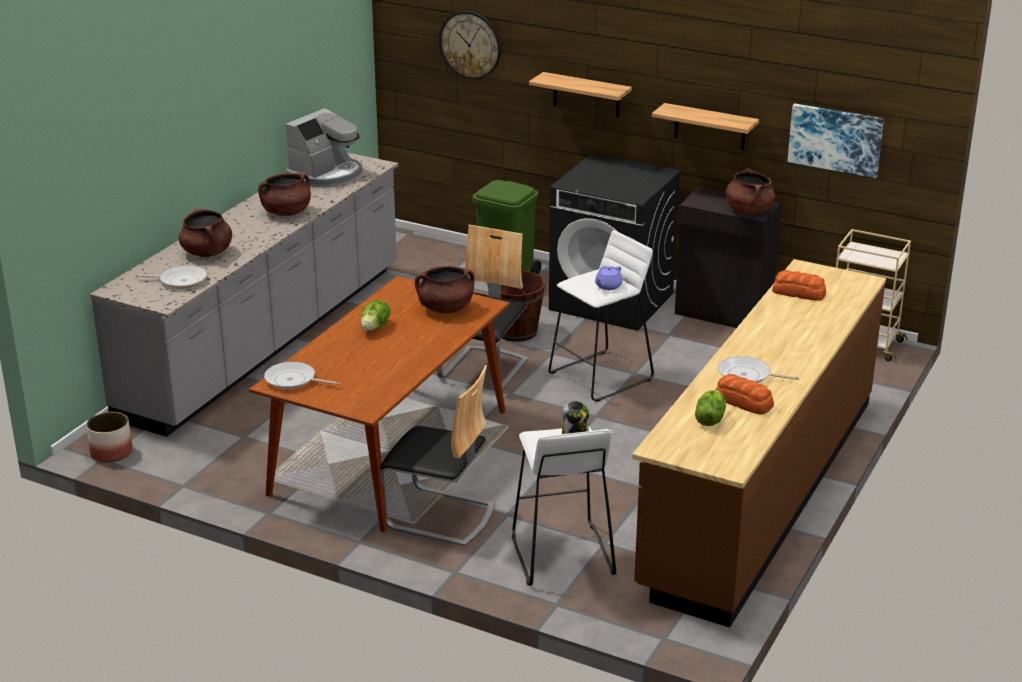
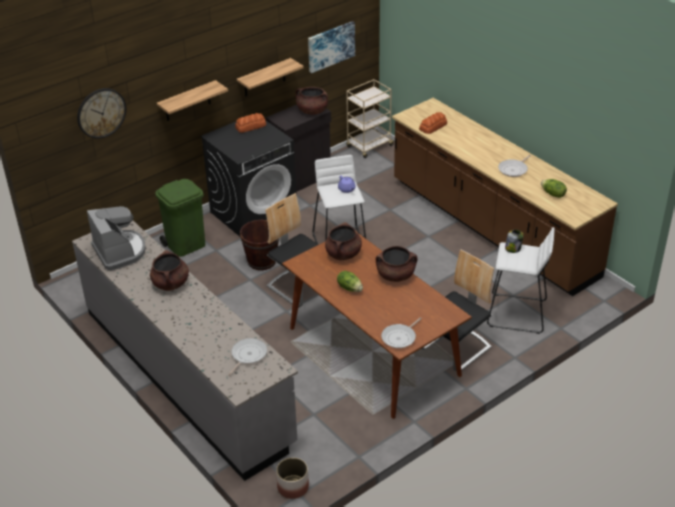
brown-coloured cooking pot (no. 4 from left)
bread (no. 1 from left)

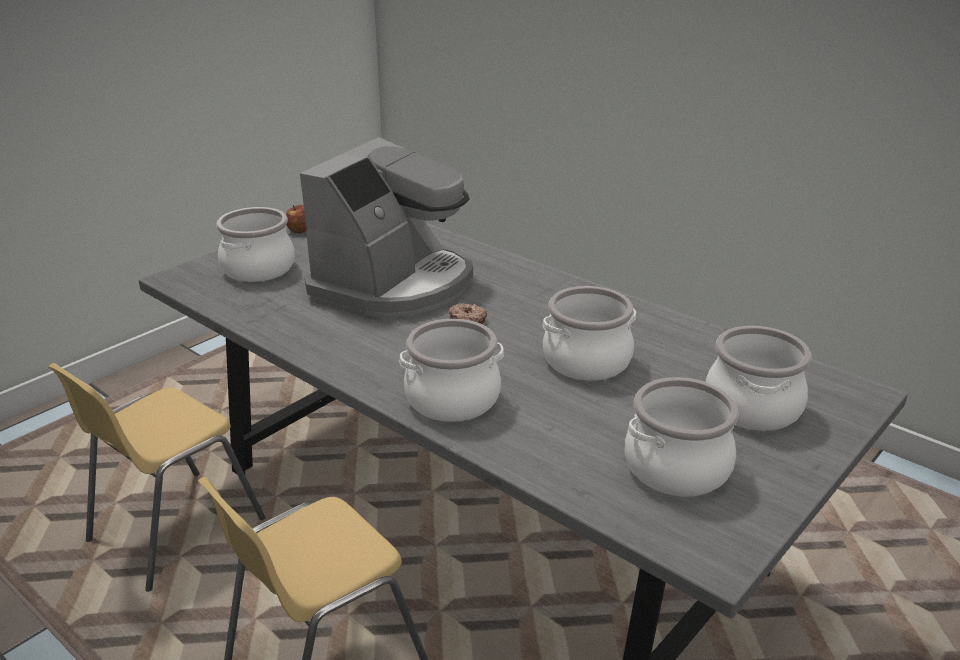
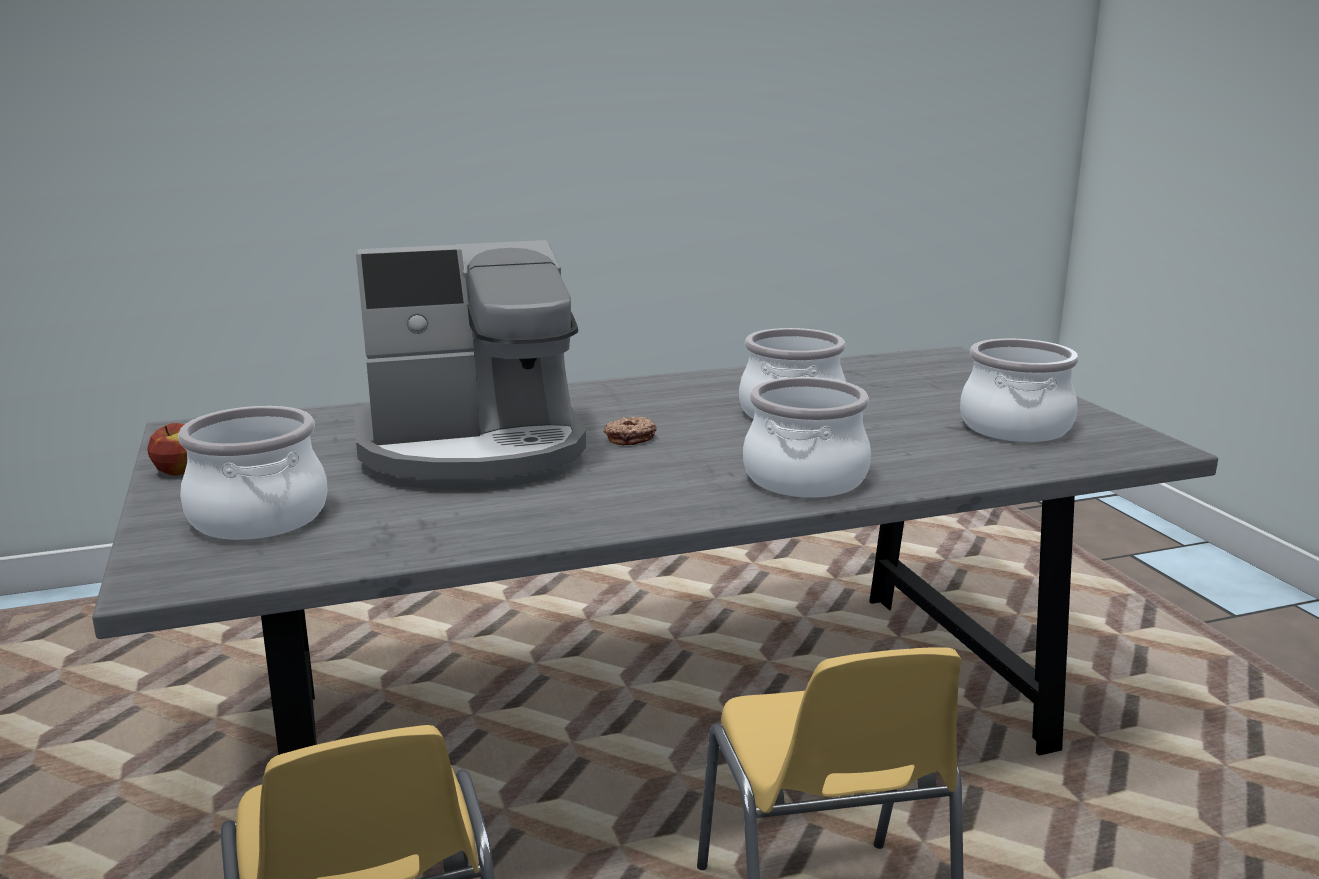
coffee brewer
cooking pot (no. 5 from left in the first image)

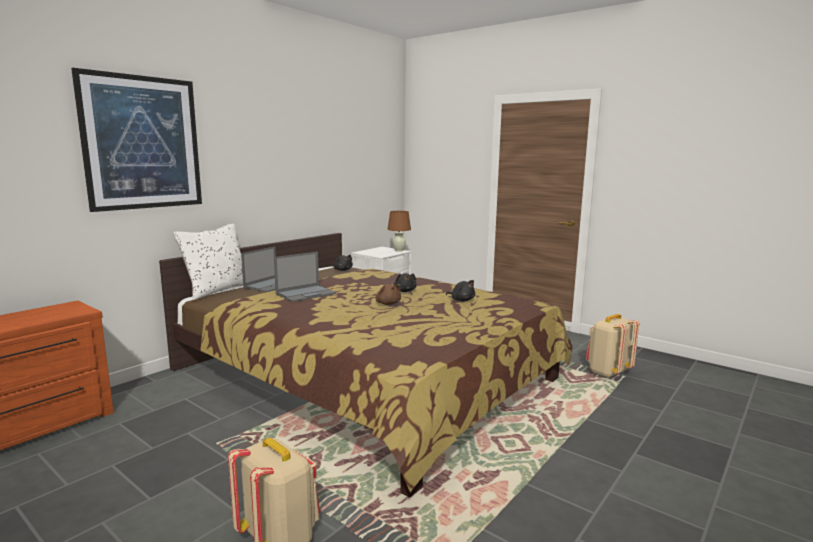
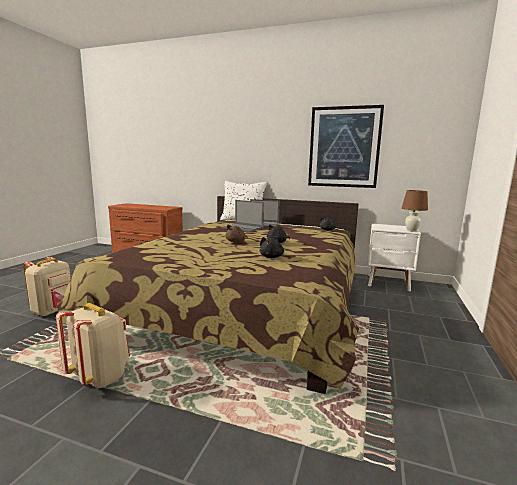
wall art
beige-coloured backpack (no. 2 from left)

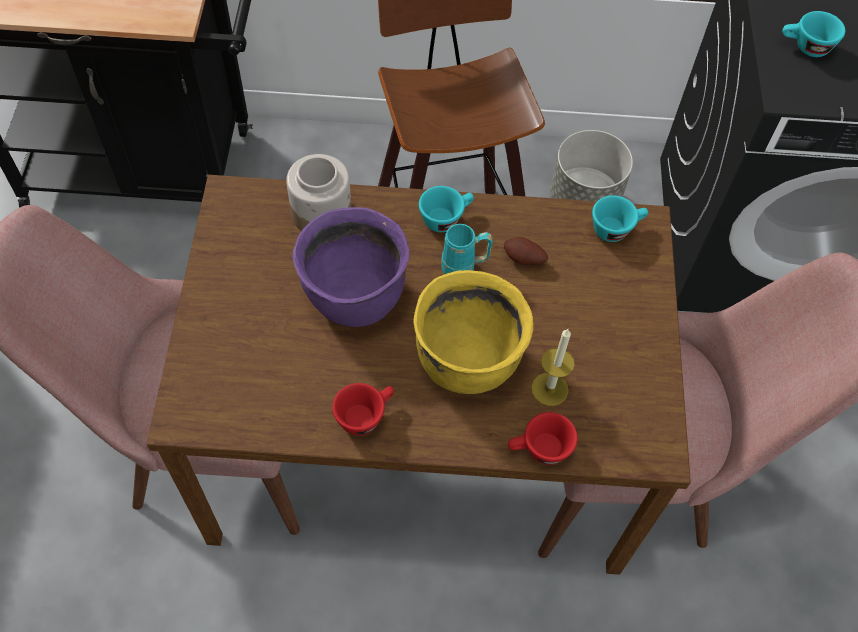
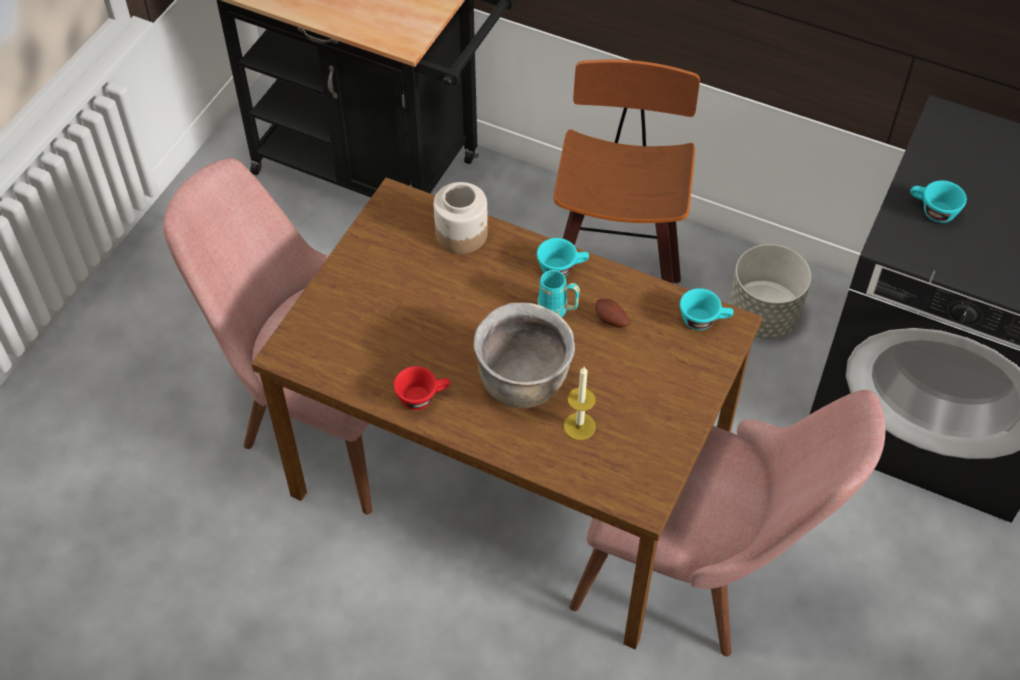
purplish cooking pot
brown-coloured cooking pot
red cup (no. 2 from left in the first image)

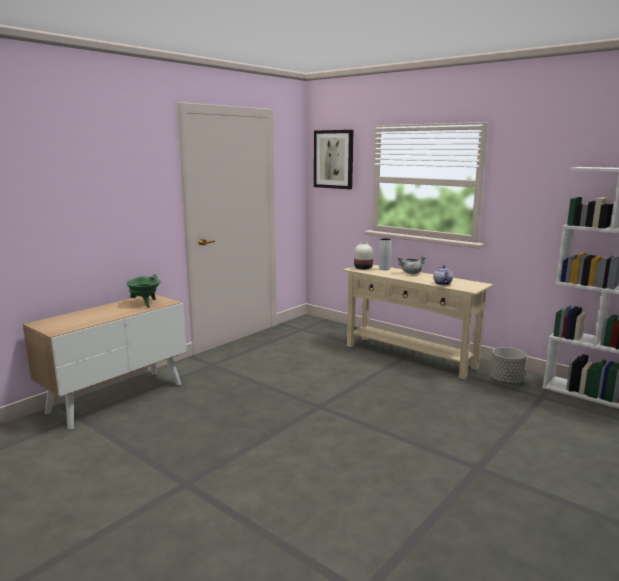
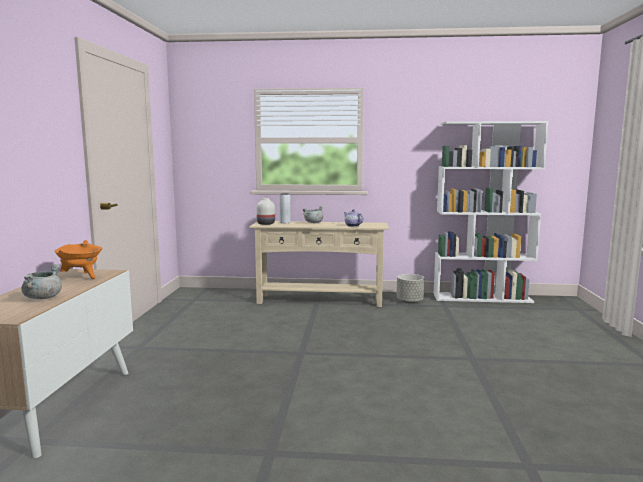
wall art
orangey cooking pot
greyish cooking pot (no. 1 from left)

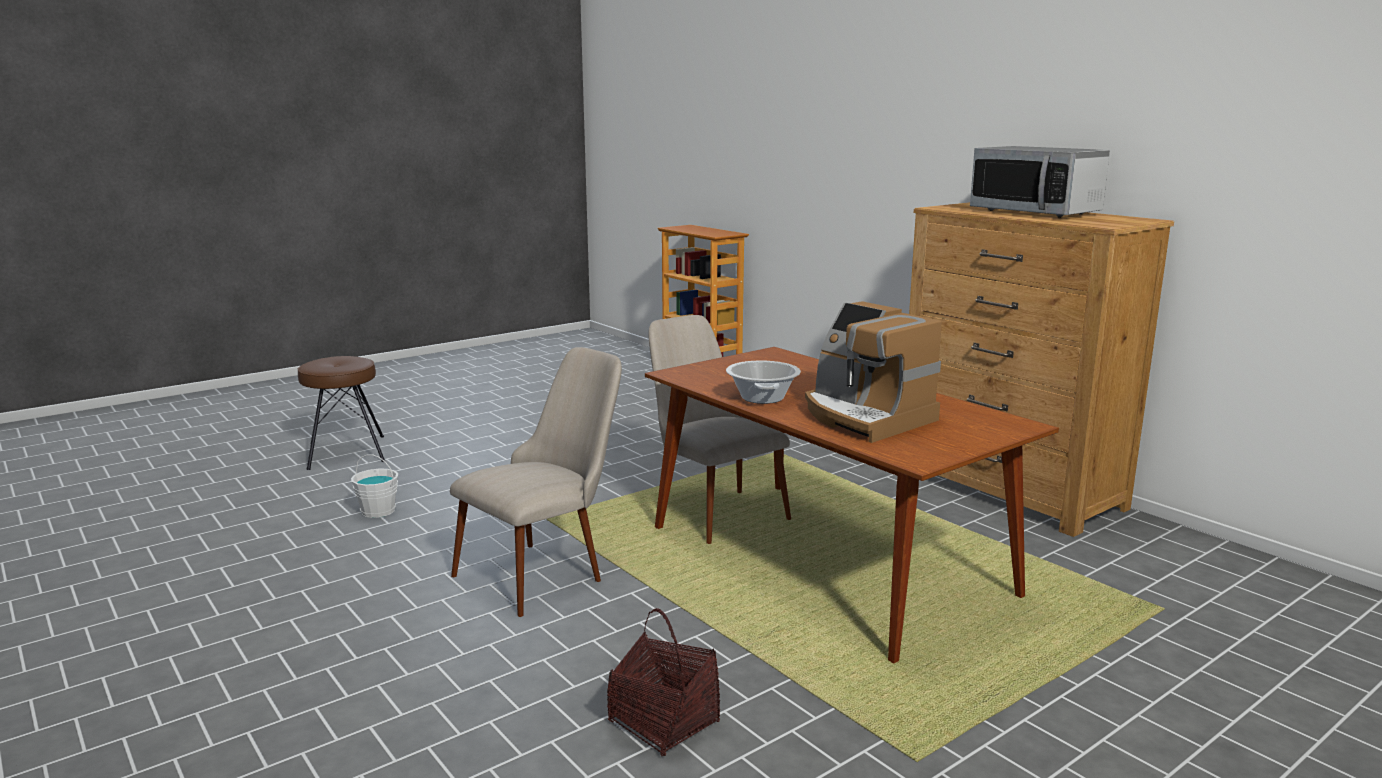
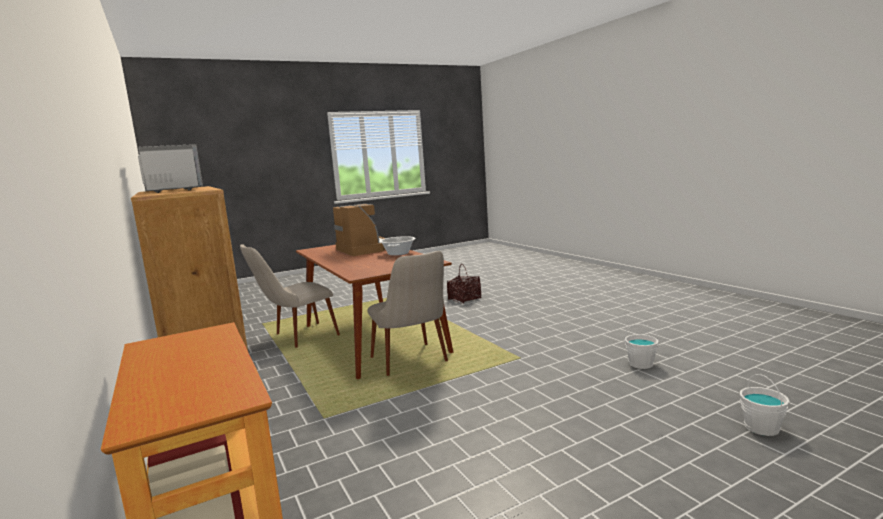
beige-coloured upright chair (no. 1 from left)
white water bucket (no. 2 from left)

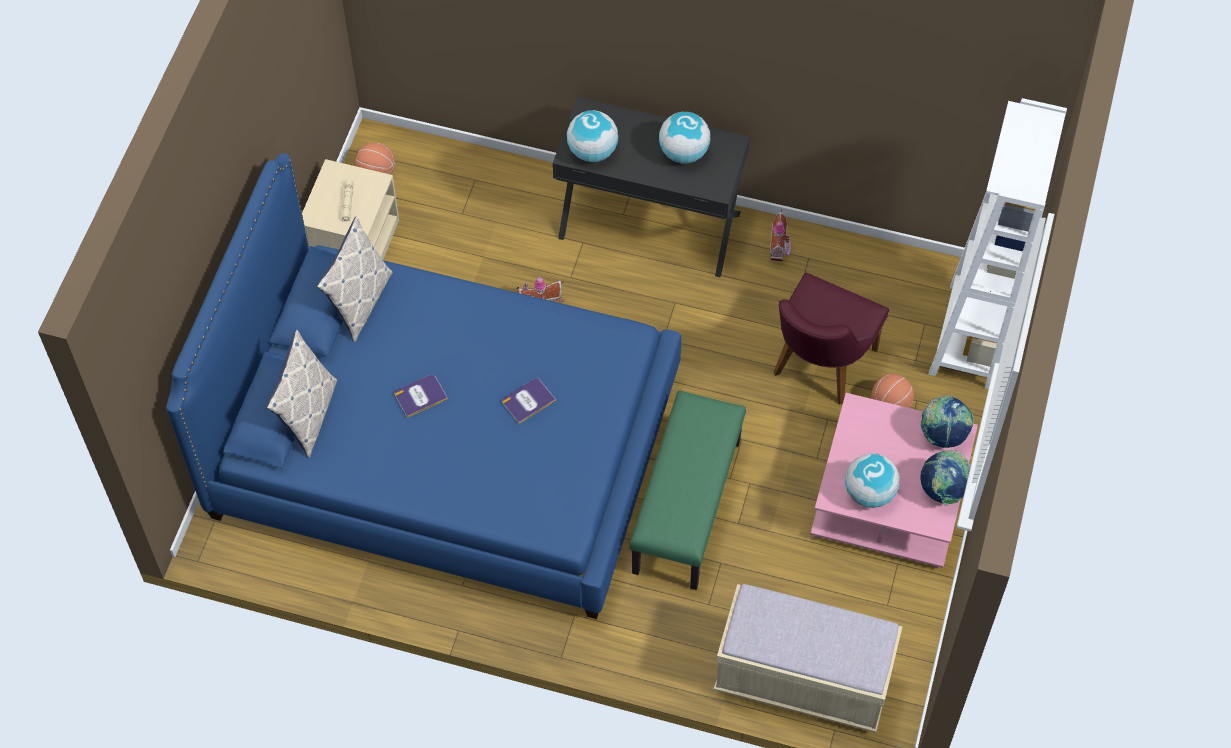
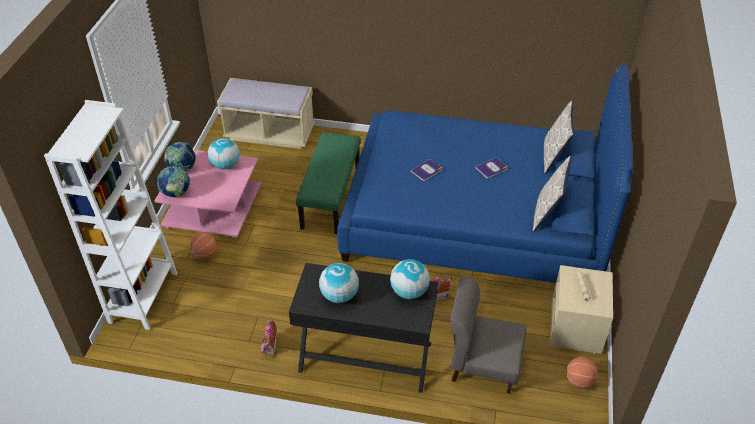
purplish upright chair
greyish upright chair

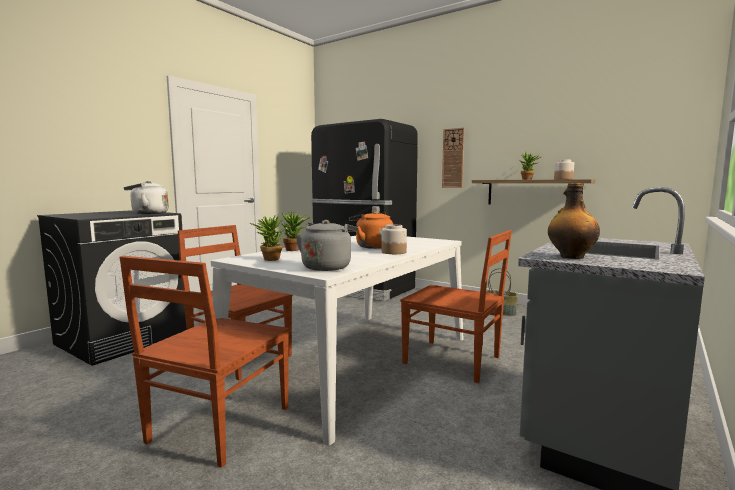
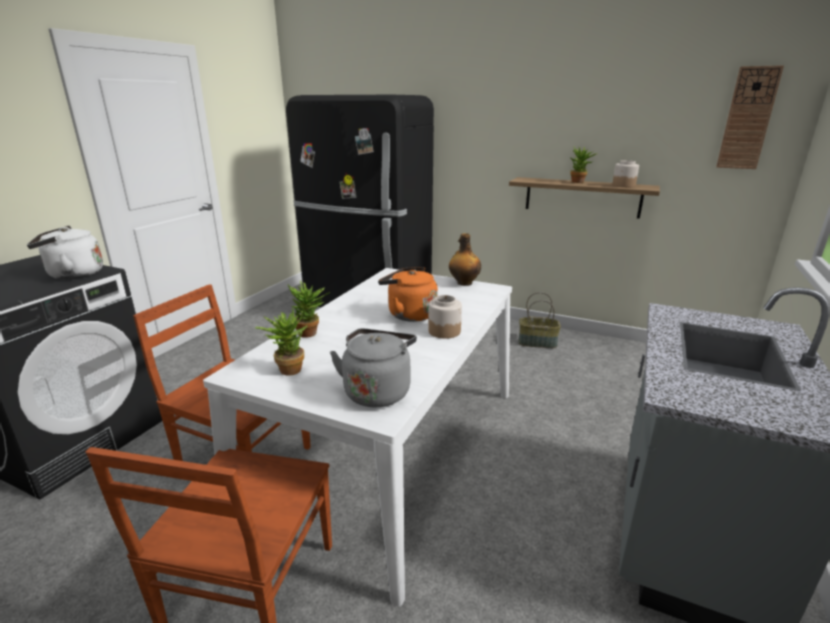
clock on the wall
bottle
brown-coloured upright chair (no. 3 from left in the first image)

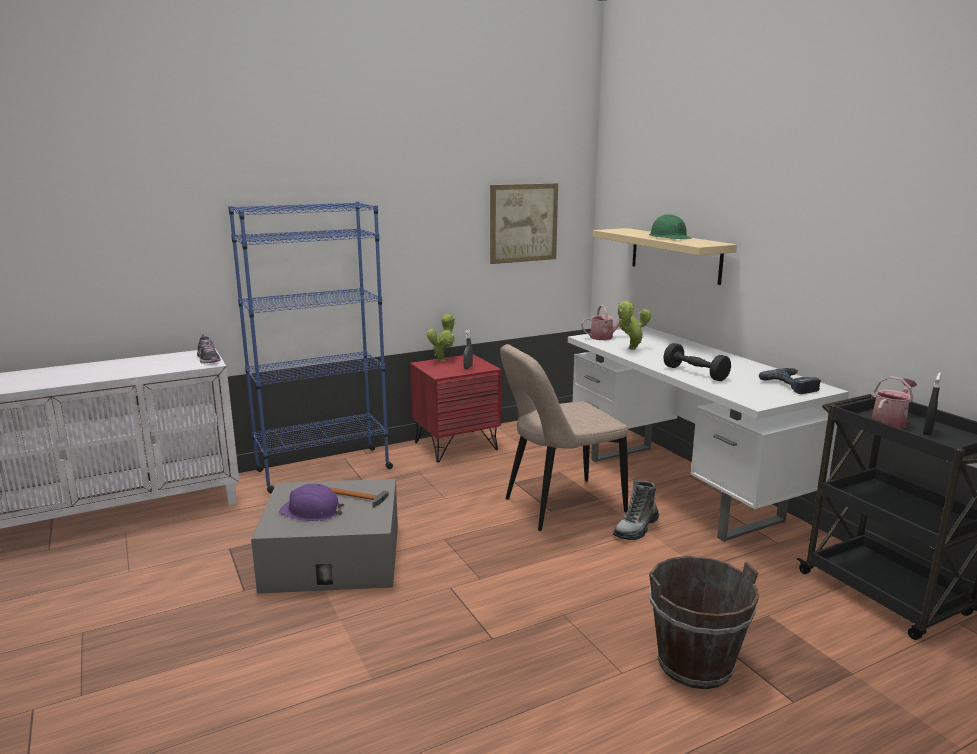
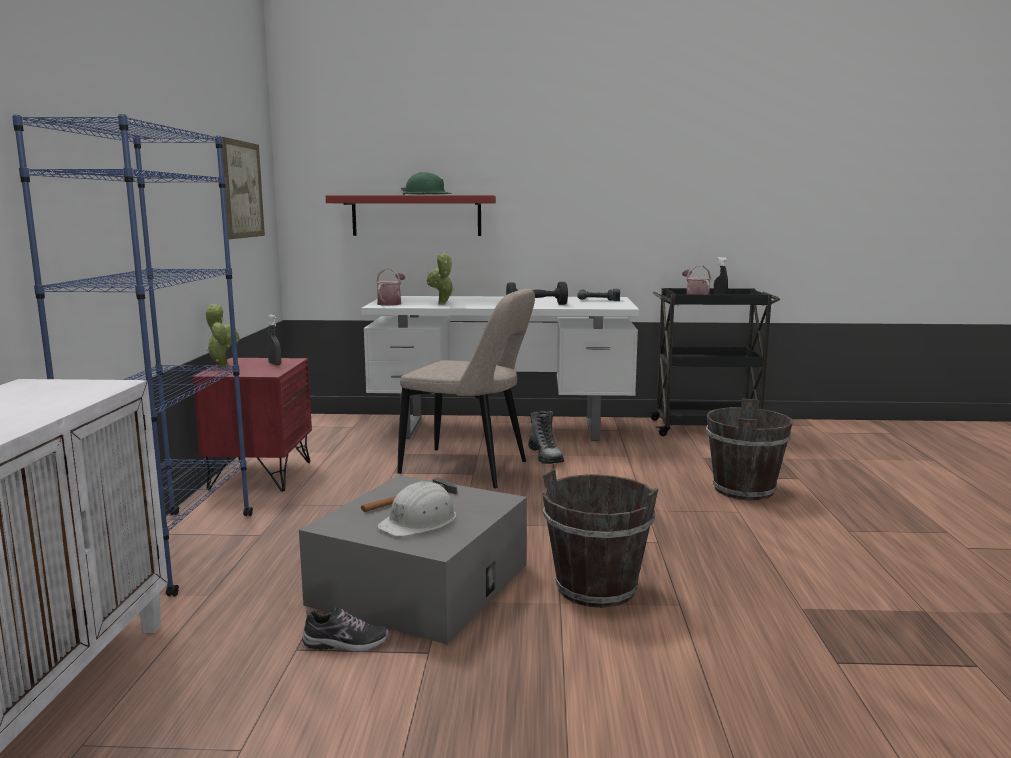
red shelf
low shoe
beige-coloured upright chair
white work helmet
brown-coloured water bucket (no. 1 from left)

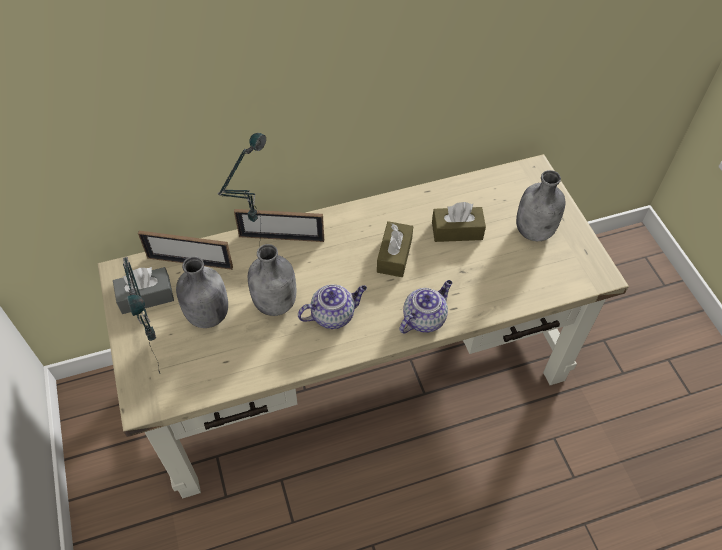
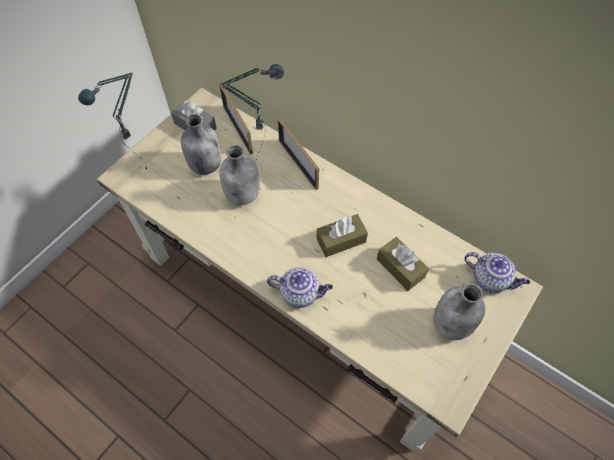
teapot (no. 2 from left)

